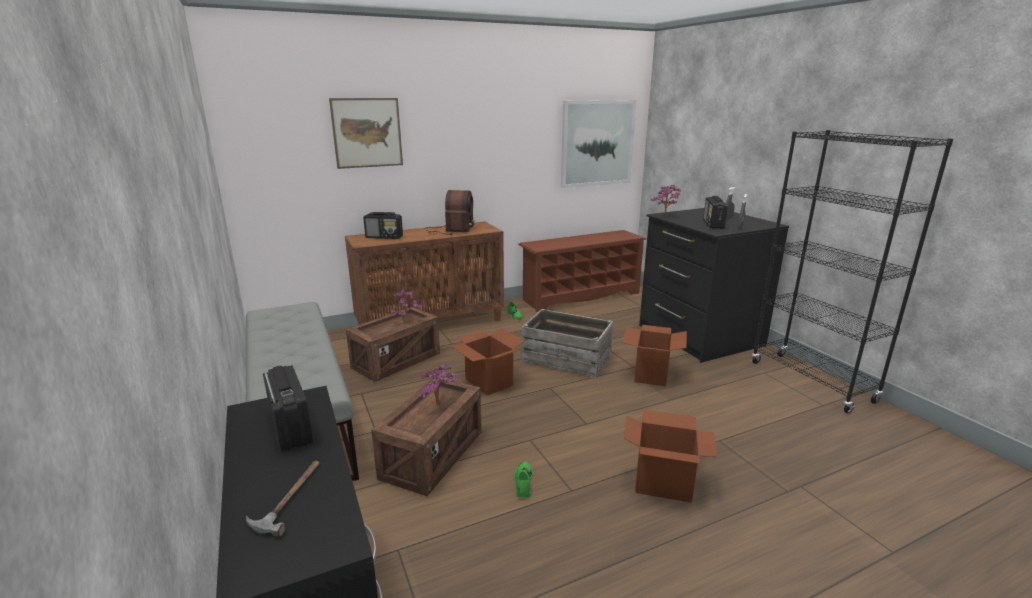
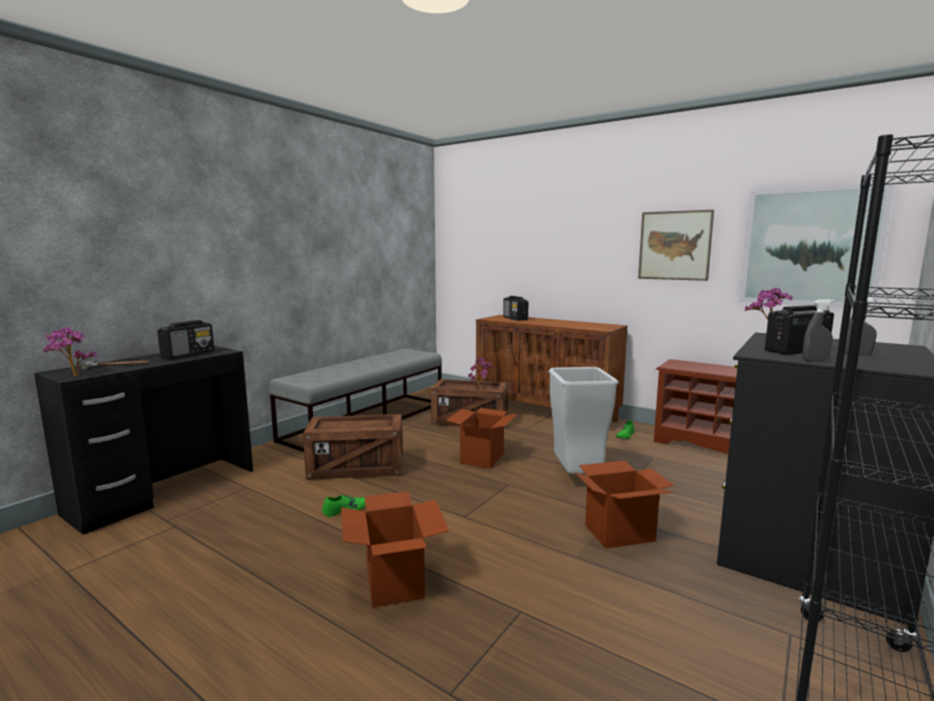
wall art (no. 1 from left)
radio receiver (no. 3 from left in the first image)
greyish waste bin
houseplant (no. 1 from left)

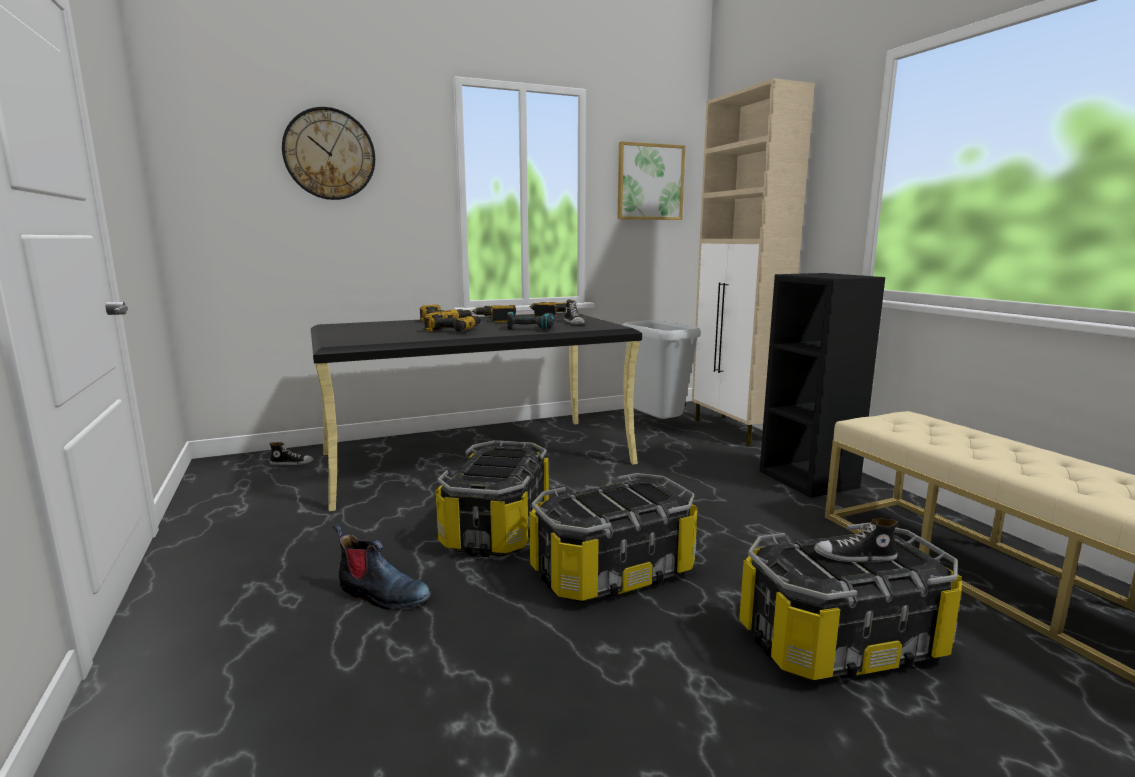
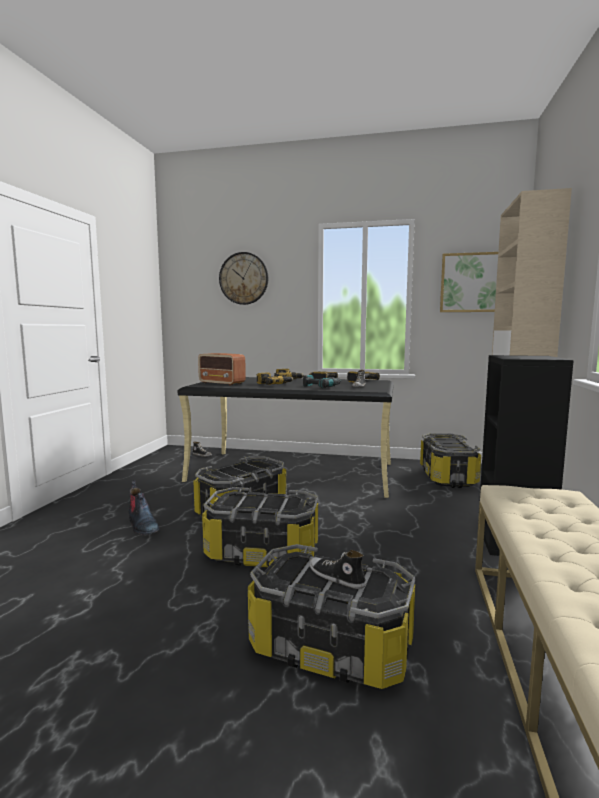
storage box (no. 4 from left)
radio receiver

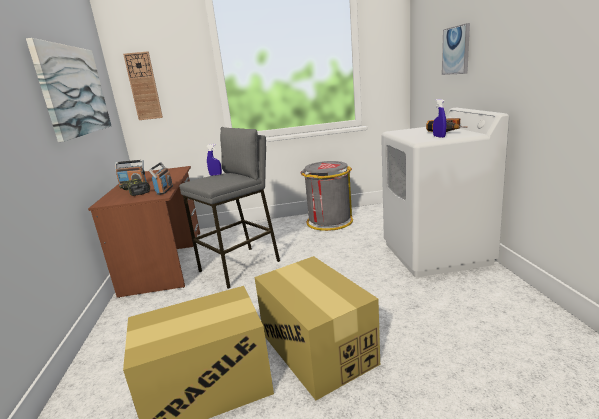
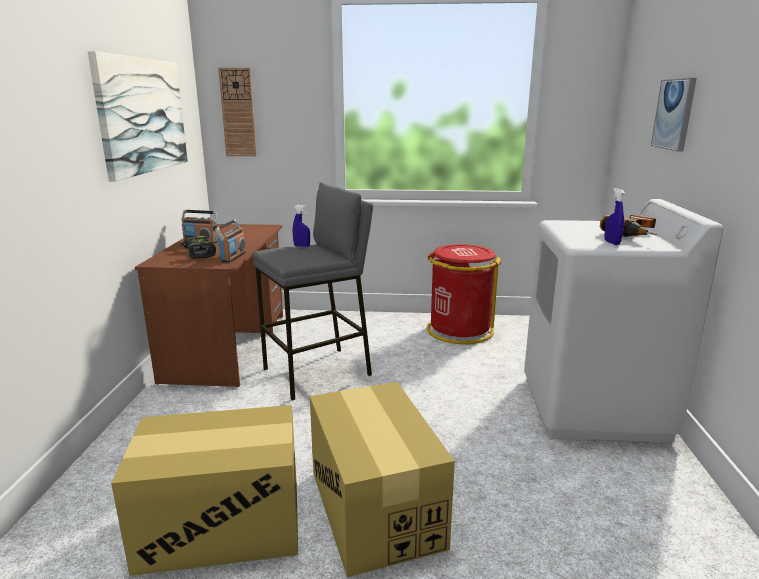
red waste bin

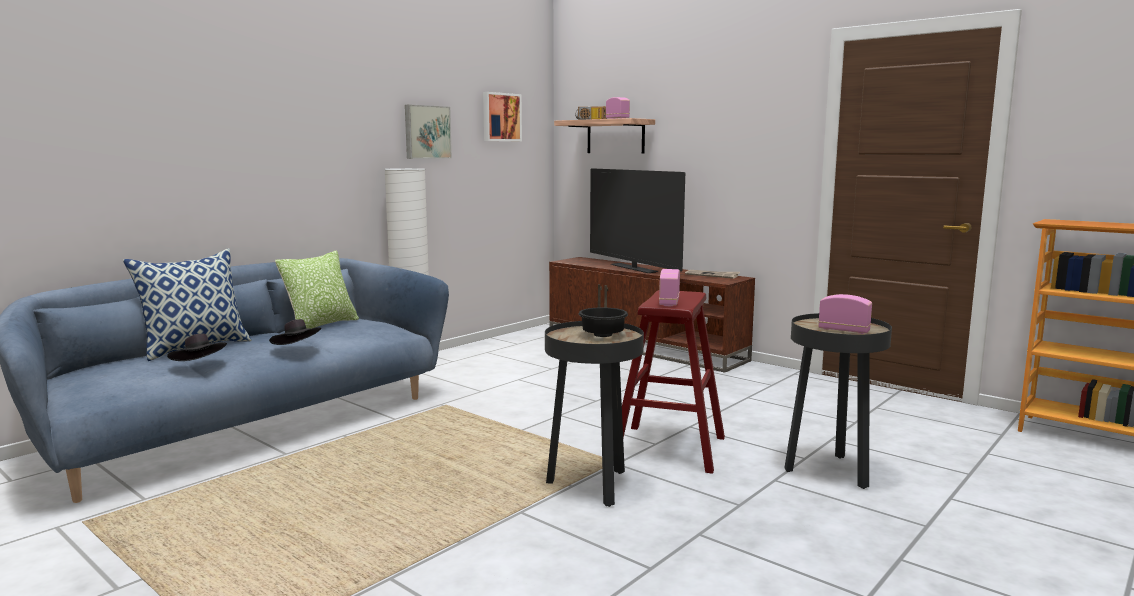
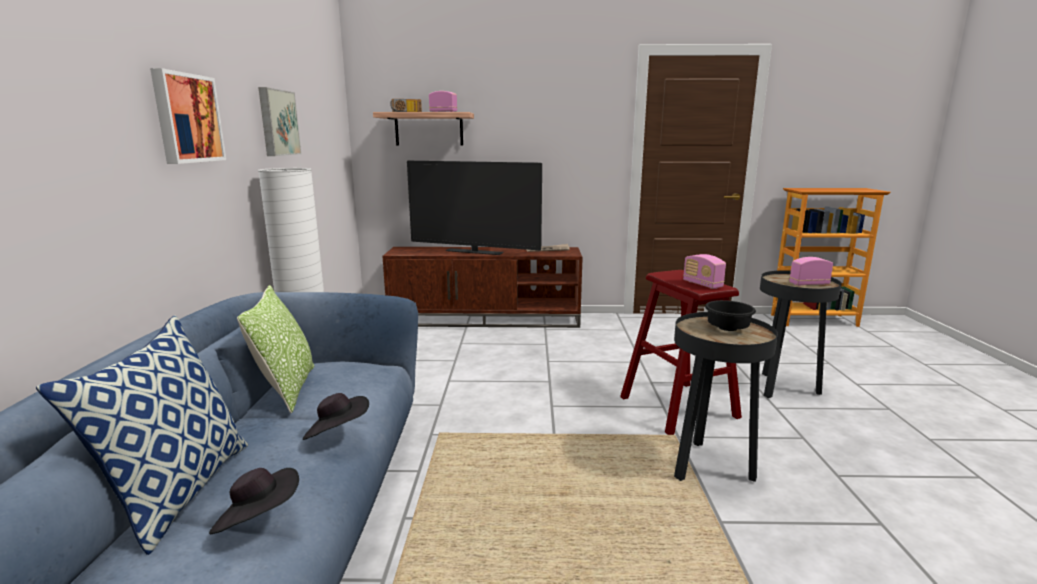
wall art (no. 1 from left)

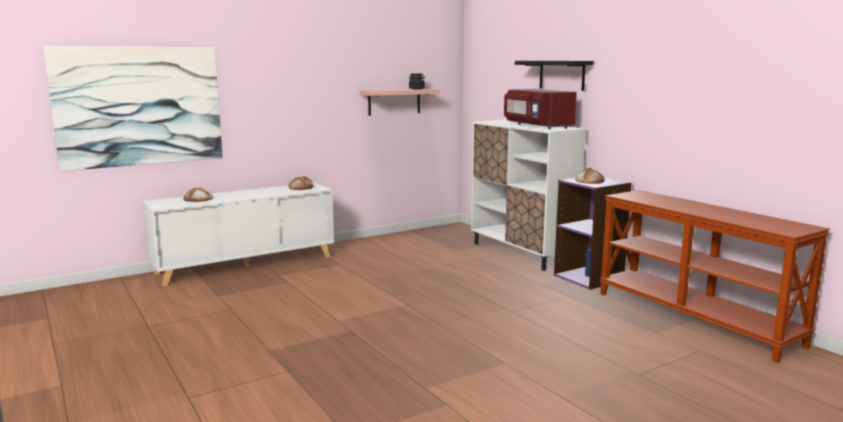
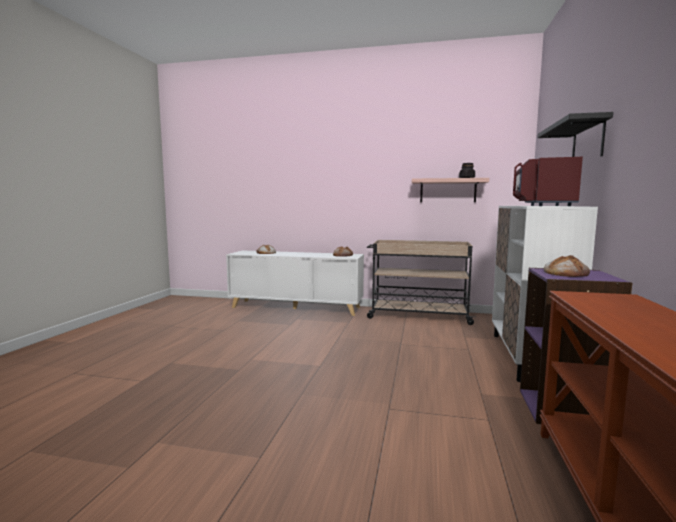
wall art
beige-coloured cart

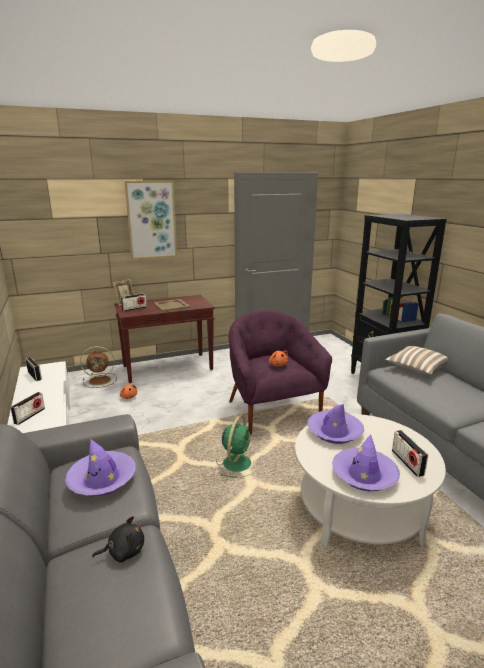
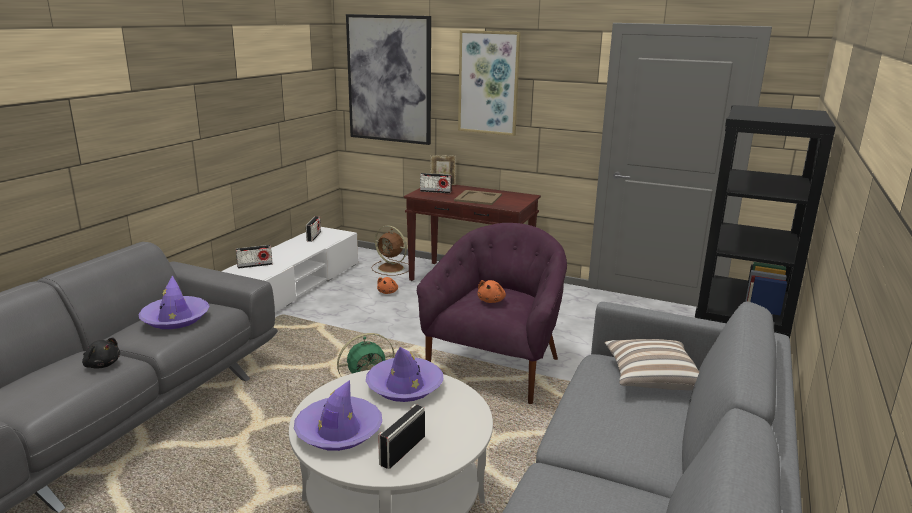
wall art (no. 1 from left)

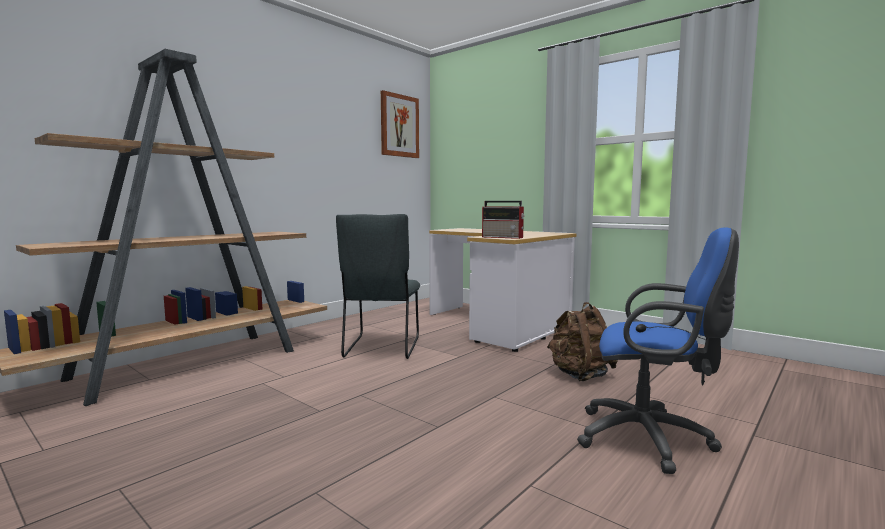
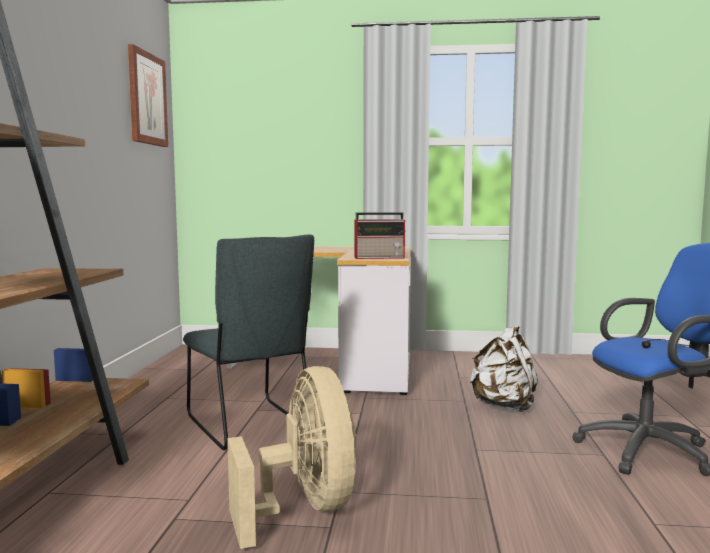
white backpack
beige-coloured fan

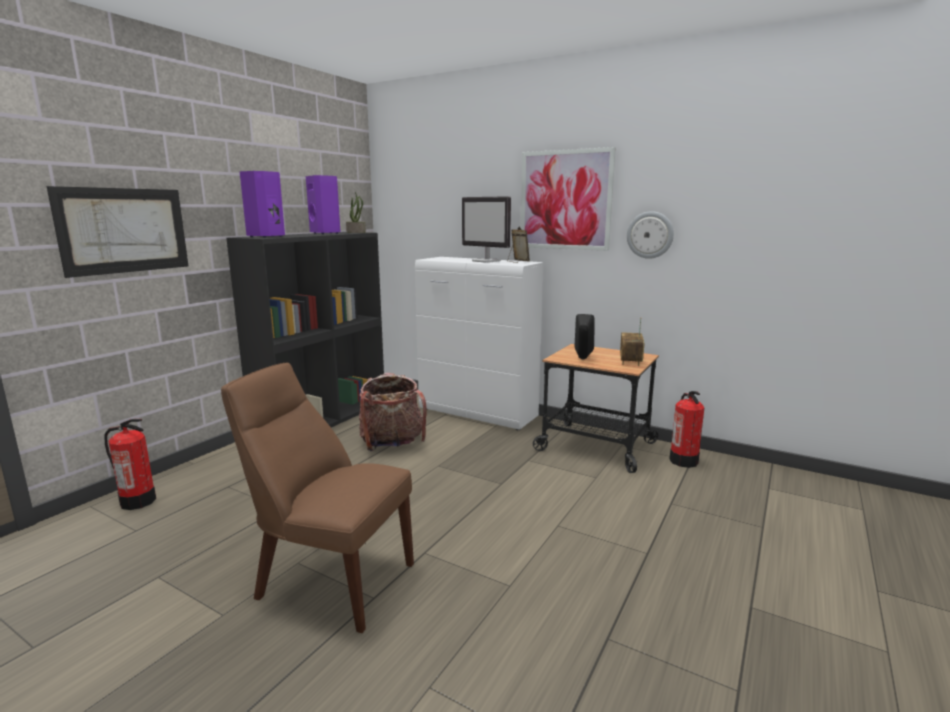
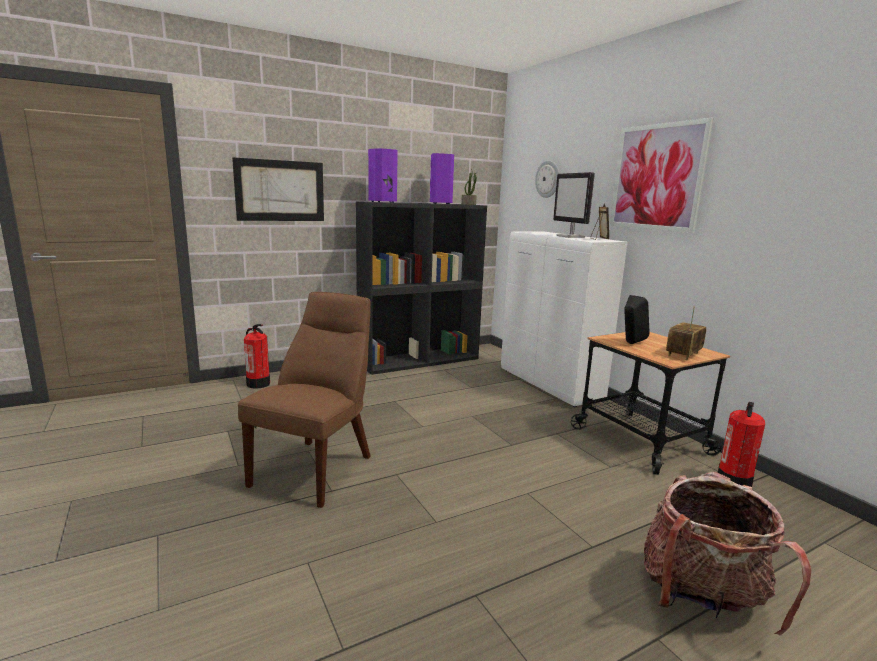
clock on the wall
brown-coloured upright chair
backpack

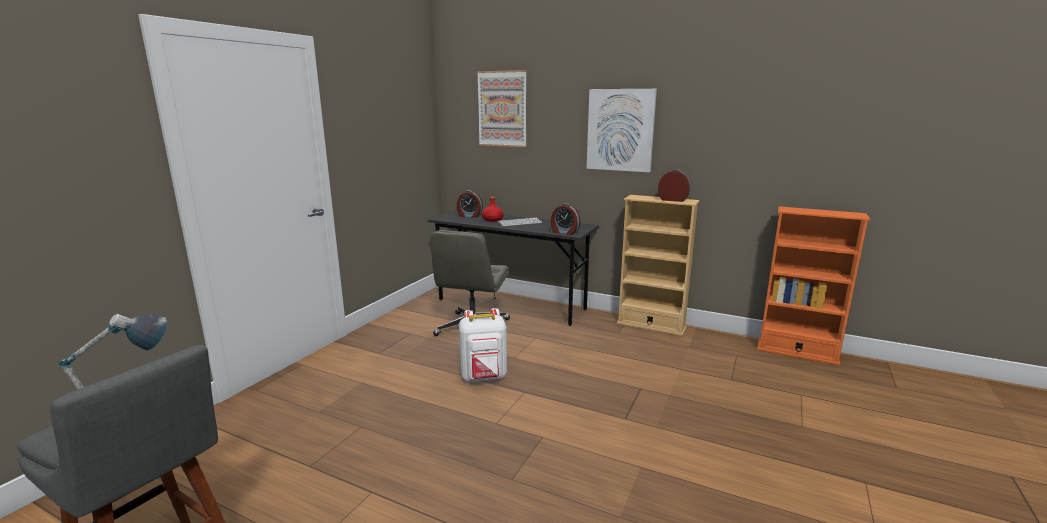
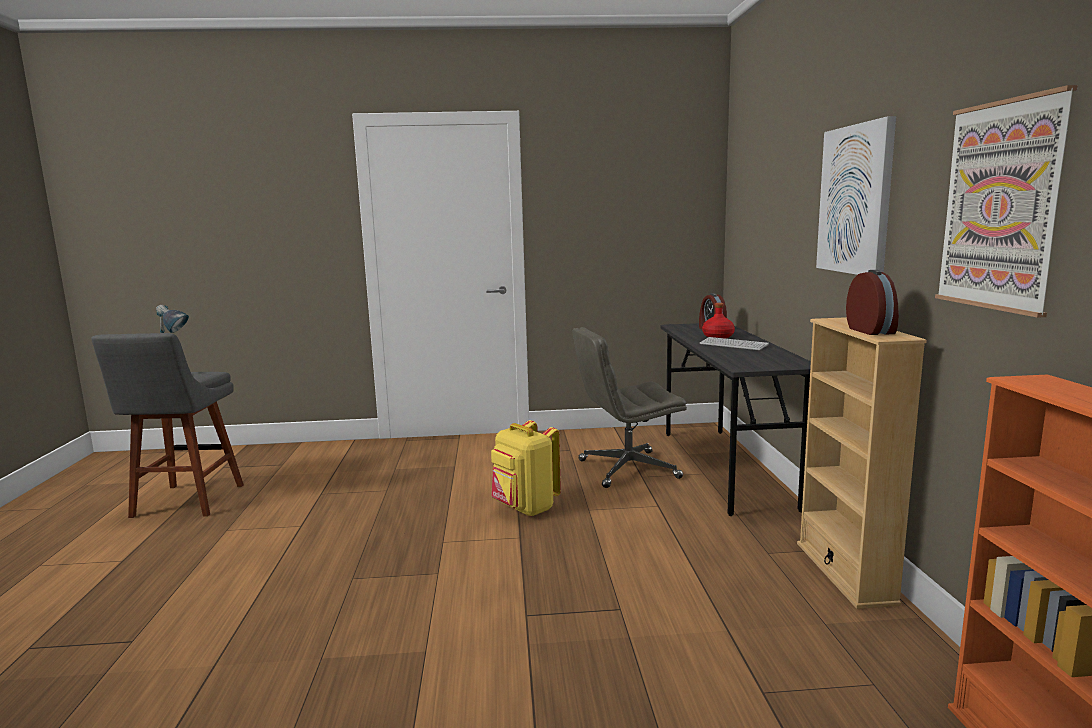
wall art (no. 2 from left)
table clock (no. 2 from left in the first image)
yellow backpack

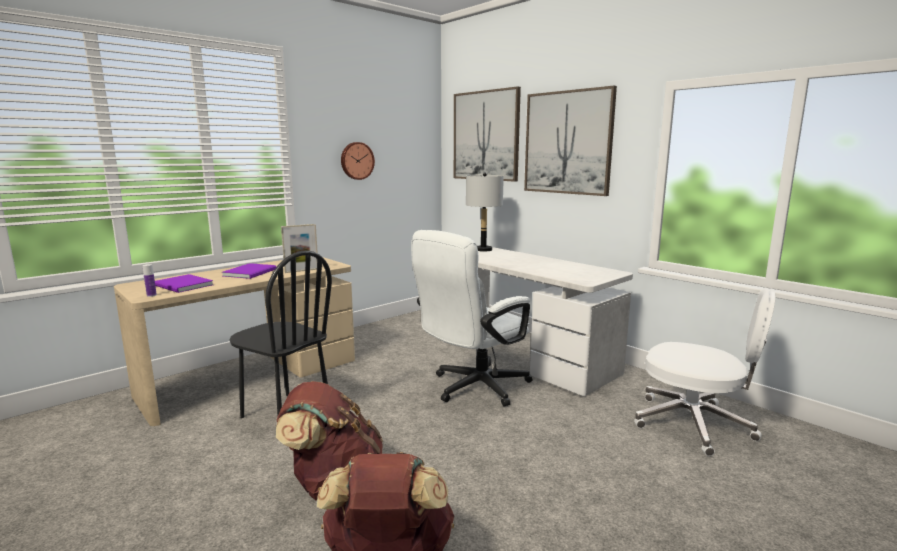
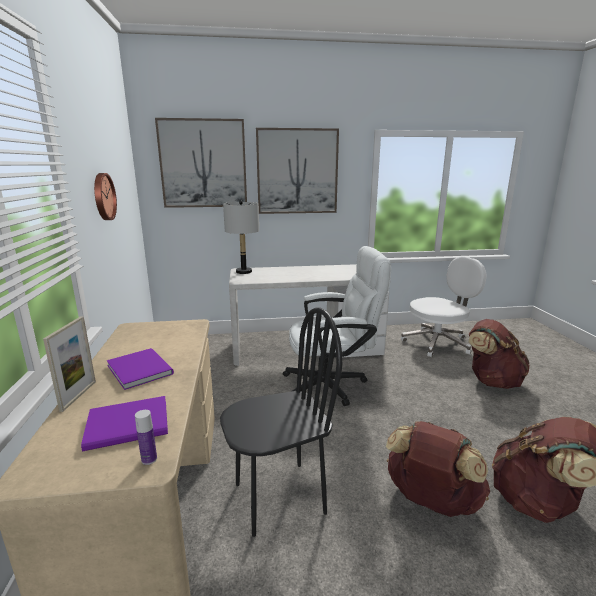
photo frame
white office chair (no. 1 from left)
brown-coloured backpack (no. 2 from left)

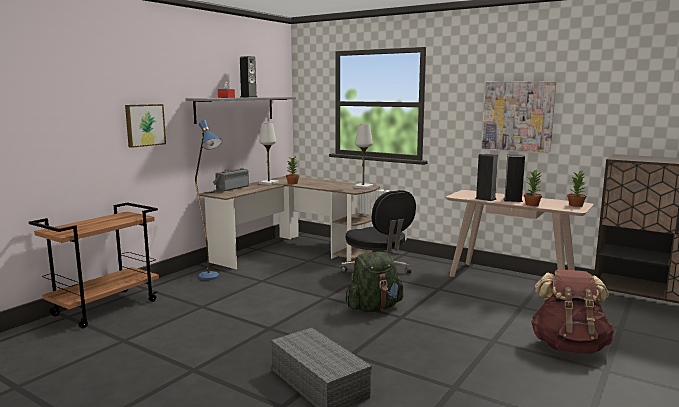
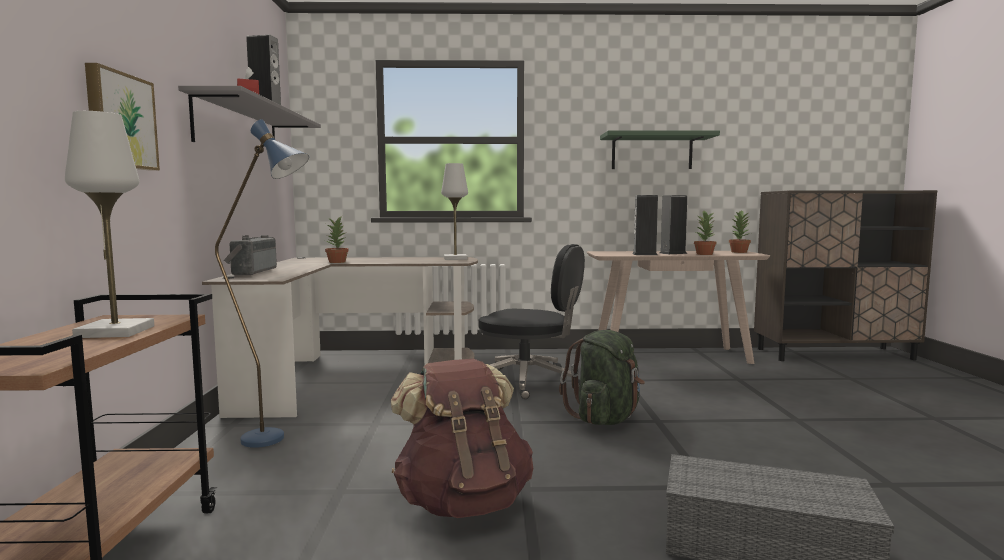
green shelf
white tabletop lamp (no. 1 from left)
brown-coloured backpack

